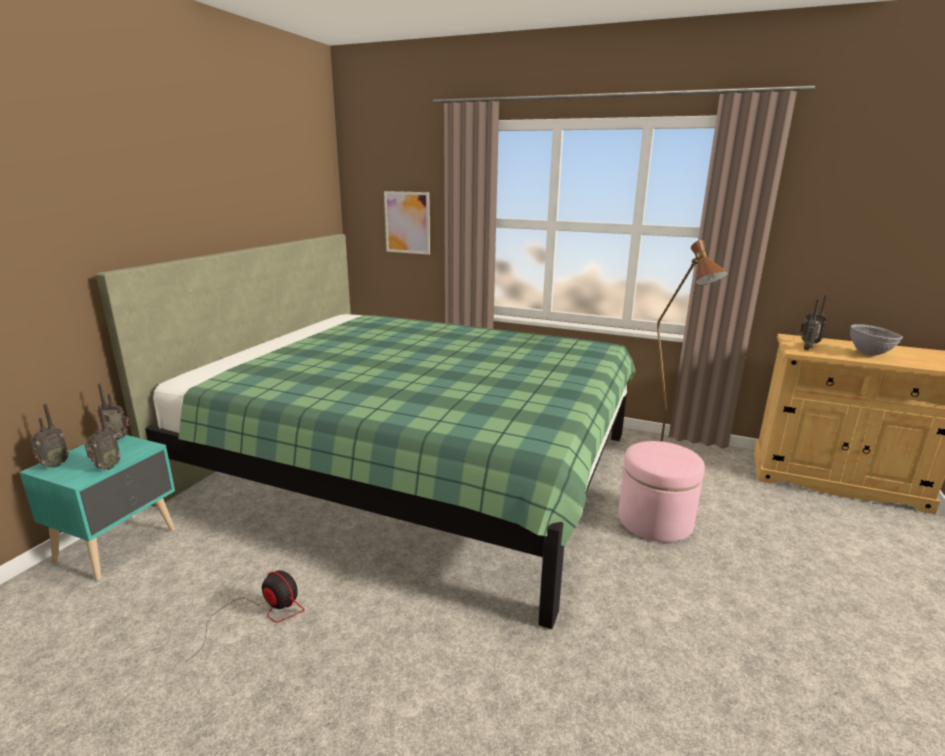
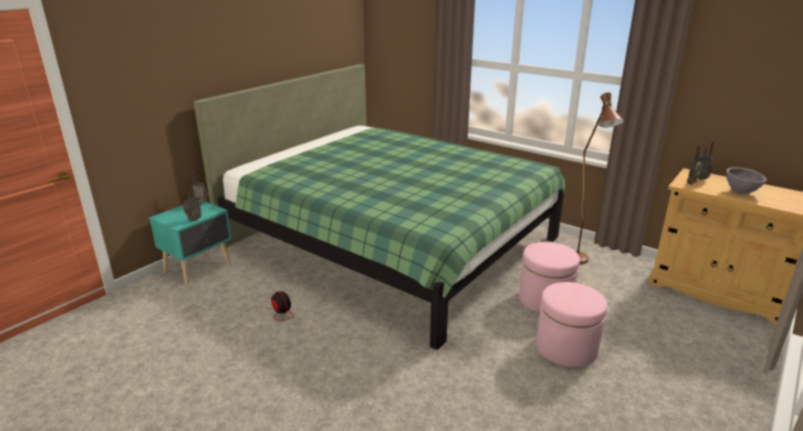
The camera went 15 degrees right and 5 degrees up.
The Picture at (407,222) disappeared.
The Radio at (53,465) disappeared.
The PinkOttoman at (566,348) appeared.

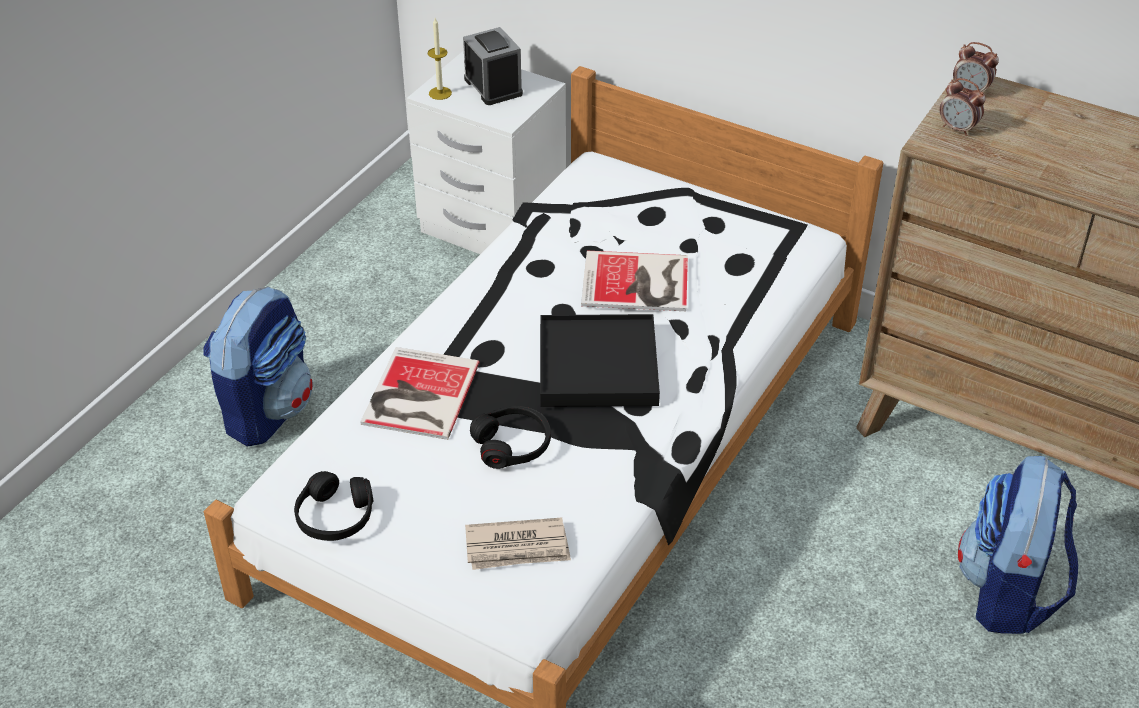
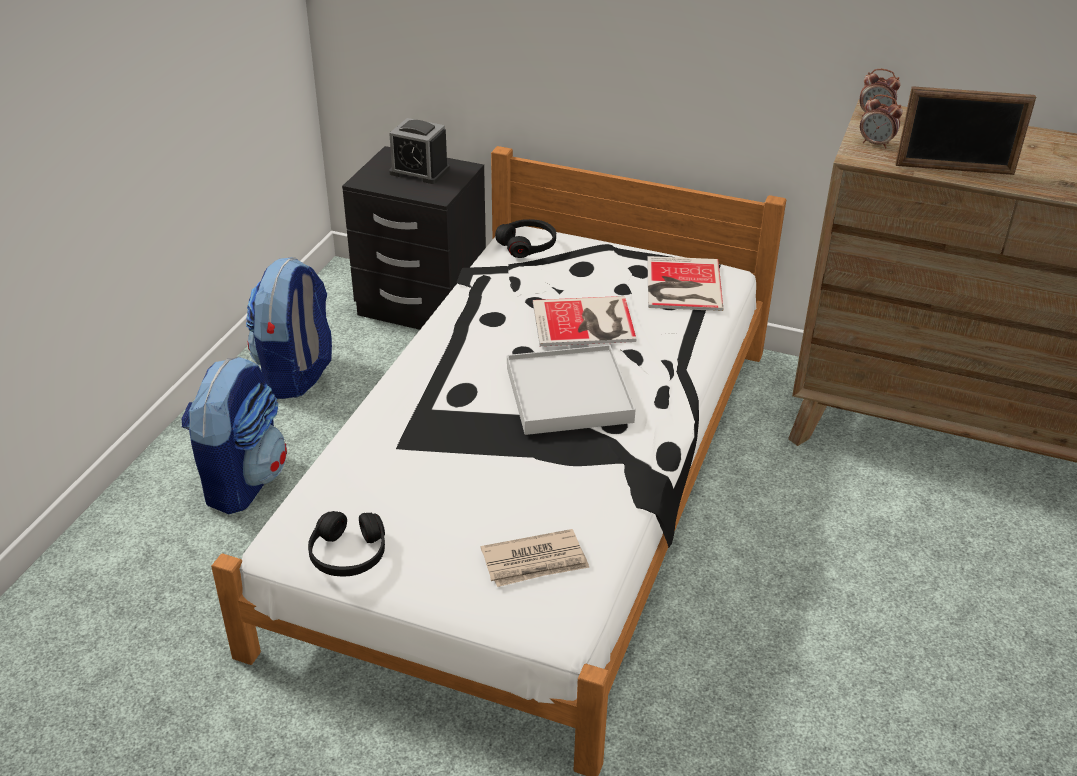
The camera went 10 degrees left and 5 degrees down.
The Candle at (440,93) disappeared.
The AlarmClock at (493,86) turned 150 degrees clockwise.
The WhiteNightstand at (493,226) became the BlackNightstand at (422,305).
The BlackTray at (598,366) became the WhiteTray at (569,394).
The Book moved from (417,395) to (681,285).
The BlackHeadphones moved from (512,444) to (527,245).
The Backpack moved from (1008,592) to (297,374).
The PictureFrame at (954,169) appeared.

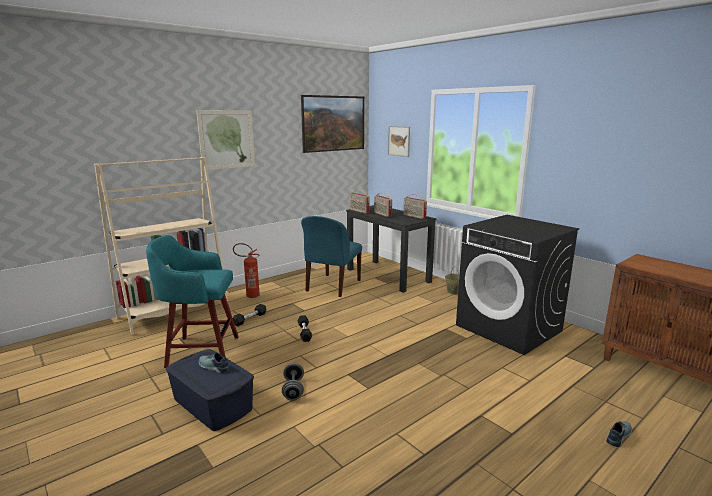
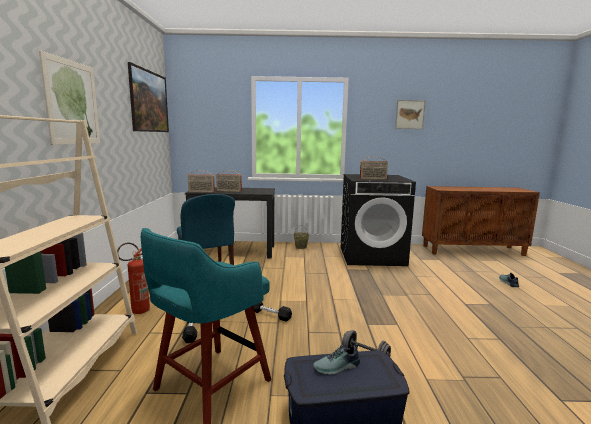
The camera went 50 degrees left and 5 degrees down.
The Picture moved from (399,141) to (410,114).
The Radio moved from (414,216) to (373,179).

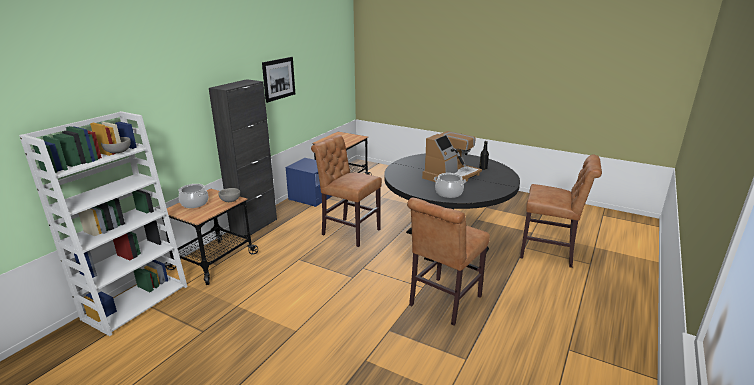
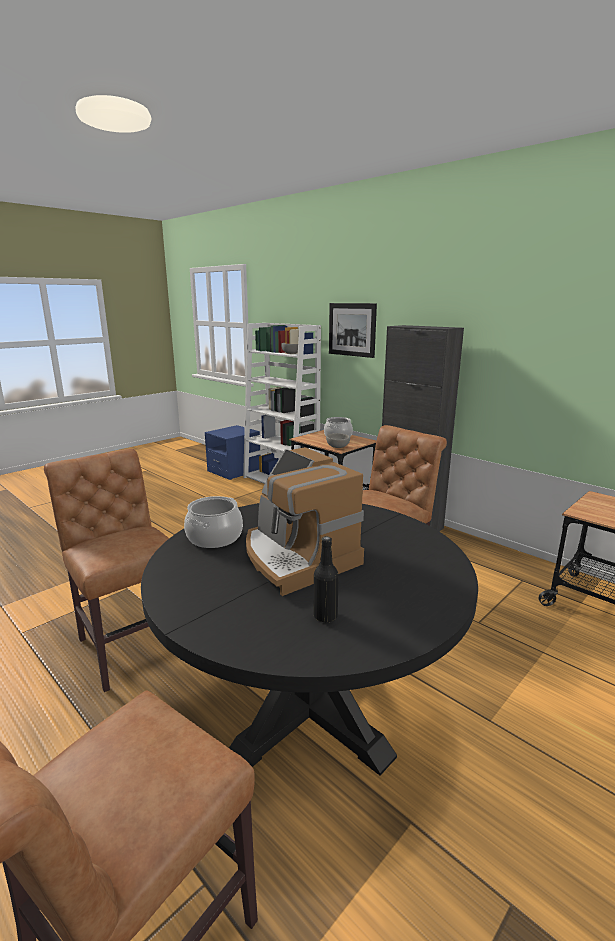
The camera went 105 degrees right and 5 degrees down.
The Picture moved from (279,79) to (352,329).
The BlueNightstand moved from (311,198) to (234,471).

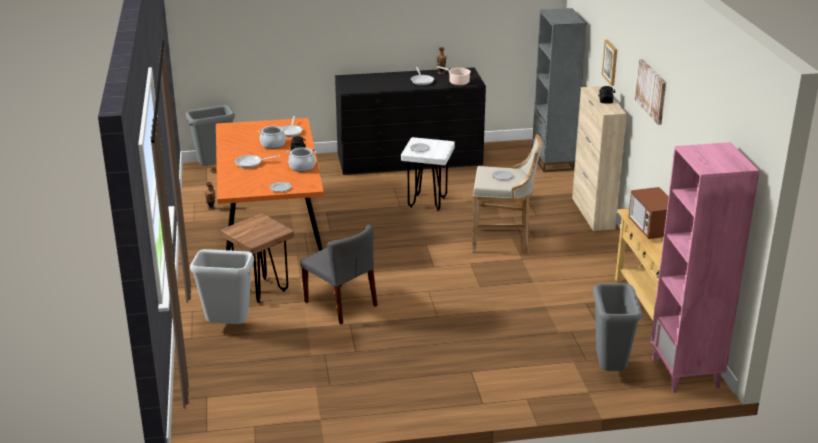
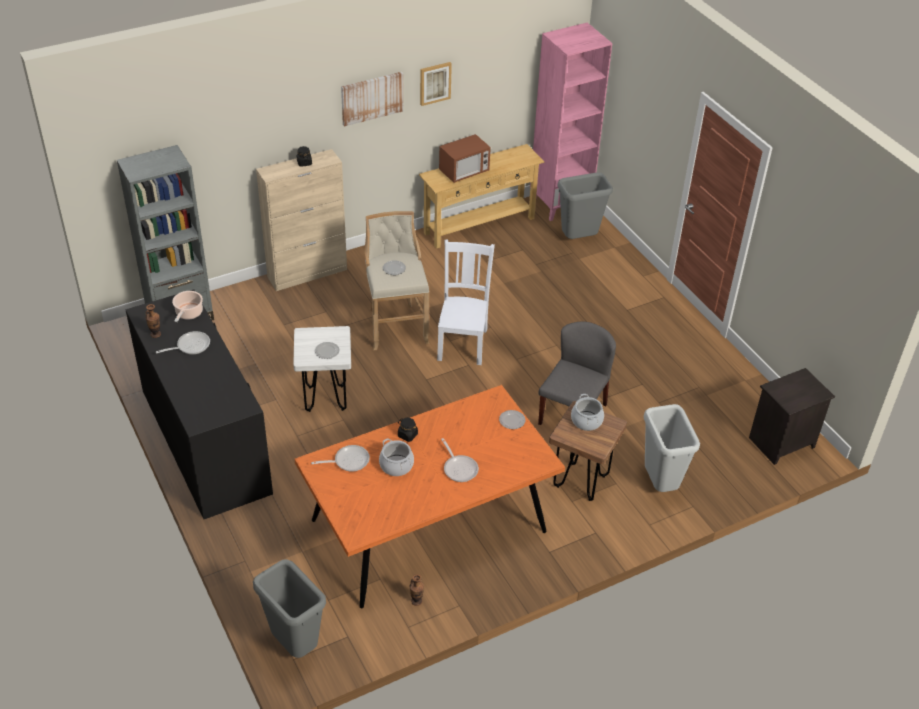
The camera went 110 degrees left and 15 degrees up.
The Picture moved from (610,62) to (435,83).
The CookingPot moved from (302,167) to (586,421).
The WhiteChair at (463,343) appeared.
The BlackNightstand at (781,443) appeared.

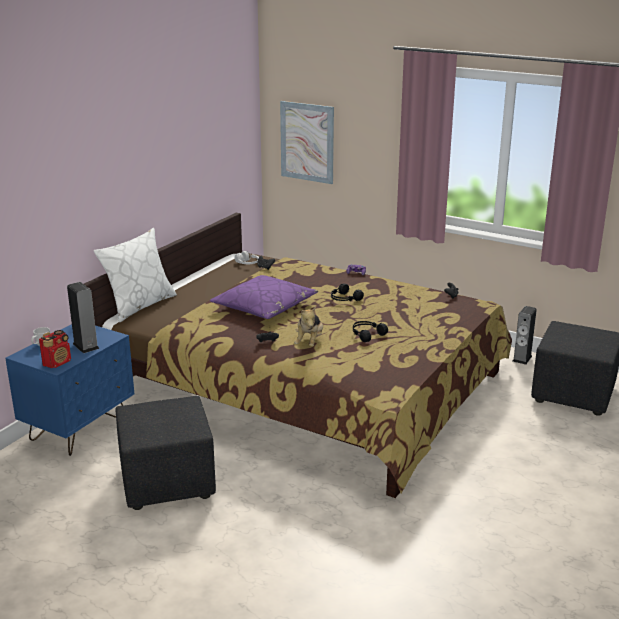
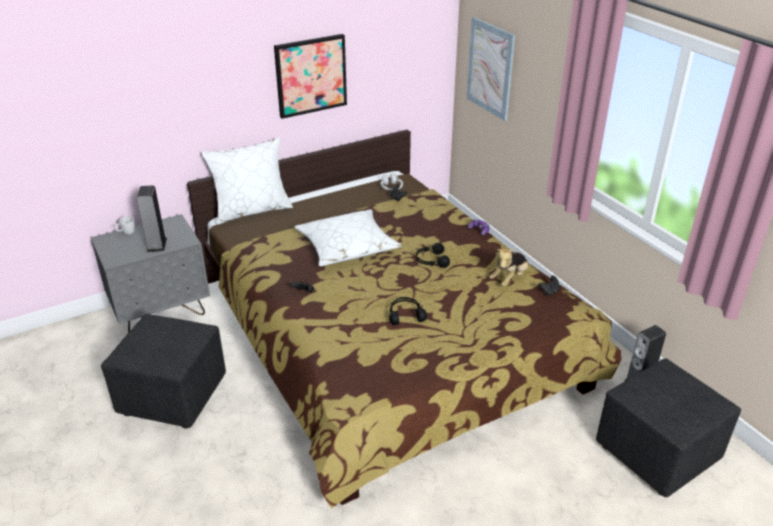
The camera went 30 degrees right and 10 degrees up.
The PurplePillow at (264,307) became the WhitePillow at (347,246).
The PlushToy moved from (309,342) to (509,279).
The BlueNightstand at (79,429) became the GreyNightstand at (161,312).
The Radio at (57,363) disappeared.
The Picture at (310,75) appeared.

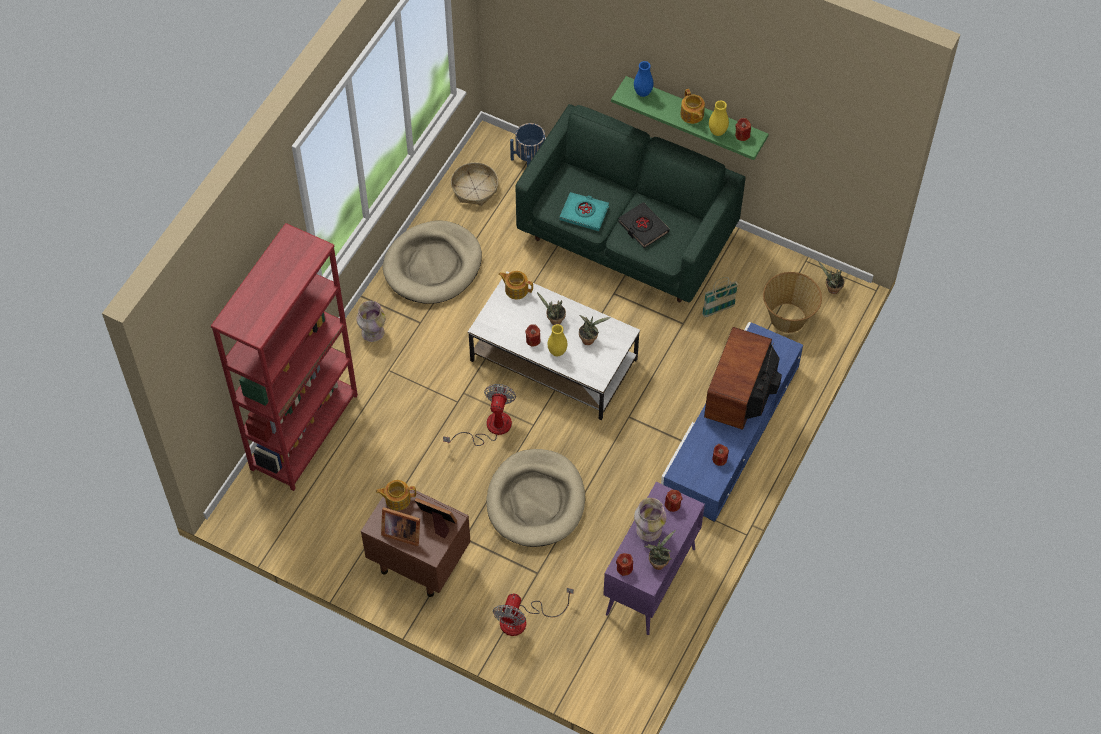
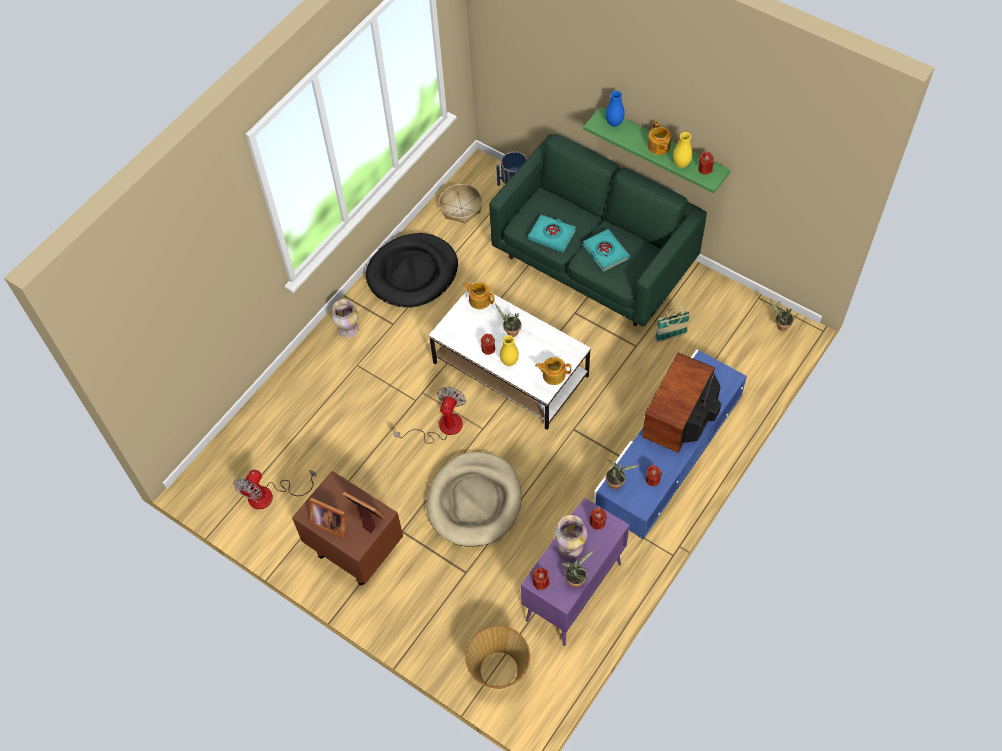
The camera went 10 degrees right and 0 degrees up.
The BlackBook at (643,227) became the TurquoiseBook at (605,252).
The BeigeDogBed at (433,265) became the BlackDogBed at (413,273).
The RedBookcase at (304,431) disappeared.
The Basket moved from (788,318) to (499,671).
The PottedPlant moved from (589,339) to (616,482).
The Teapot moved from (397,499) to (553,375).
The Fan moved from (523,620) to (270,495).

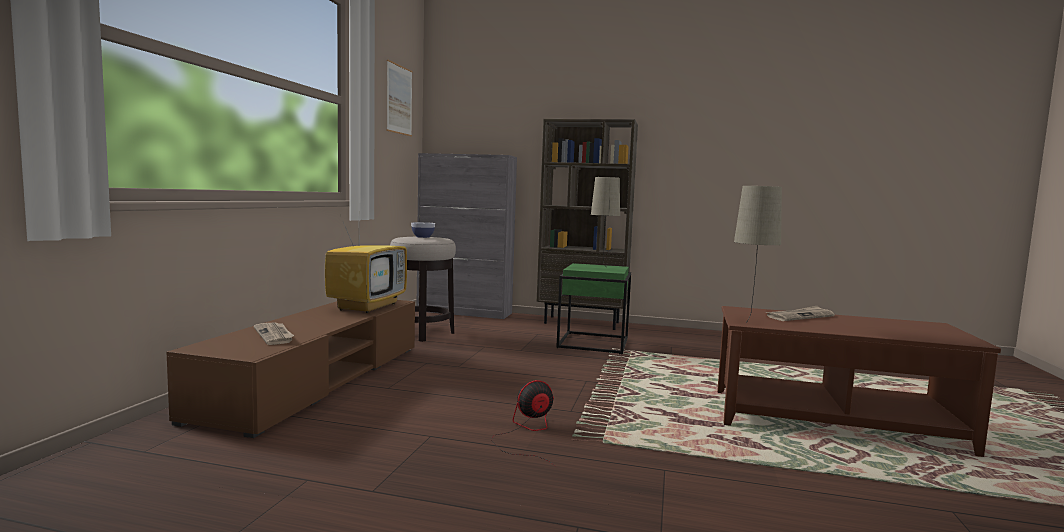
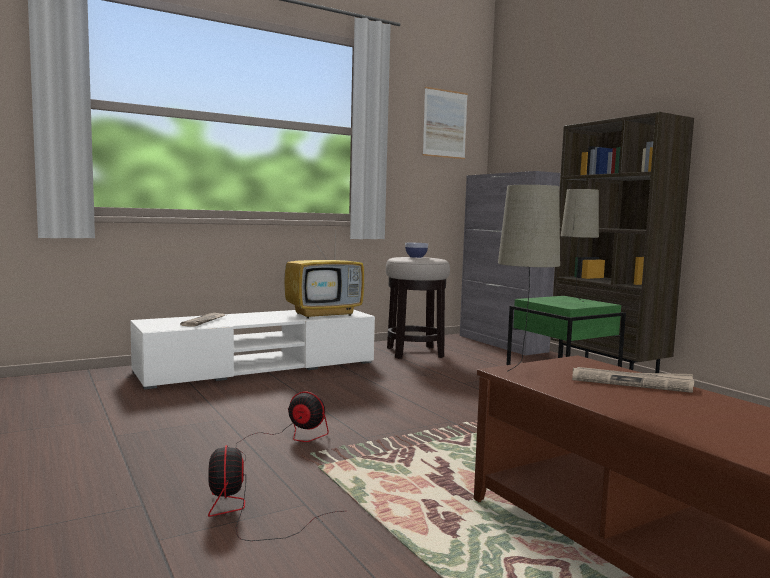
The camera went 45 degrees right and 0 degrees up.
The BrownTvStand at (317,380) became the WhiteTvStand at (258,367).
The Fan at (246,513) appeared.

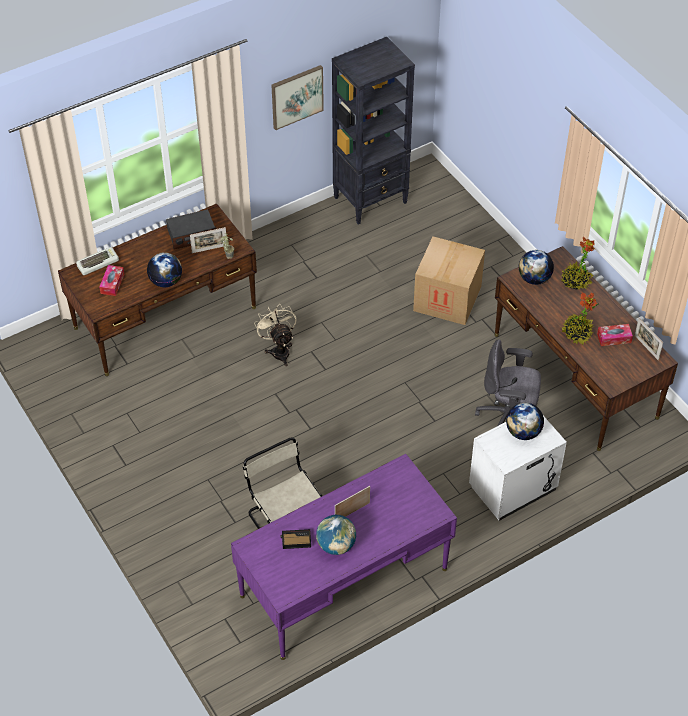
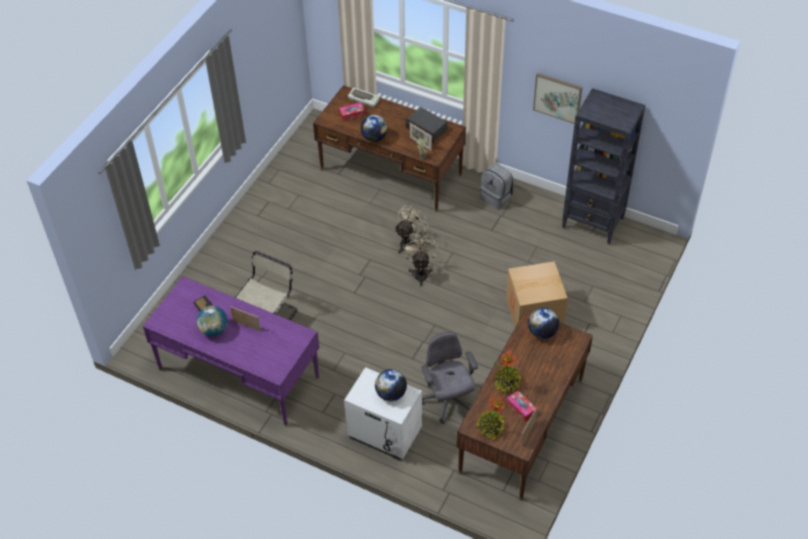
The camera went 60 degrees right and 0 degrees up.
The PottedPlant moved from (575,281) to (490,428).
The GreyBackpack at (496,197) appeared.
The BeigeFan at (420,272) appeared.

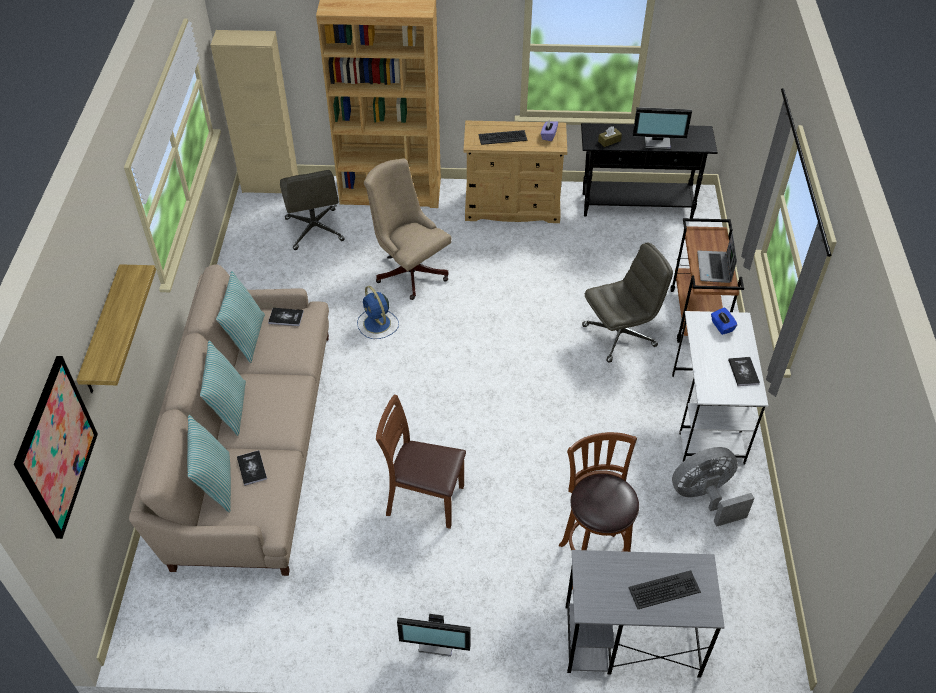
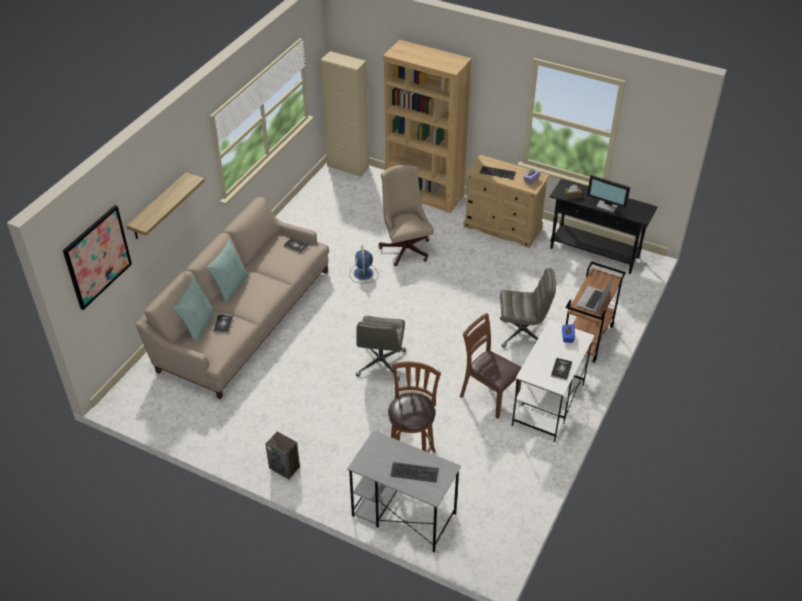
The camera went 25 degrees right and 5 degrees down.
The GreyOfficeChair moved from (315,230) to (381,364).
The Pillow at (246,337) disappeared.
The BrownChair moved from (424,499) to (489,396).
The GreyFan at (705,498) disappeared.
The Monitor at (437,640) was replaced by the Speaker at (285,467).

